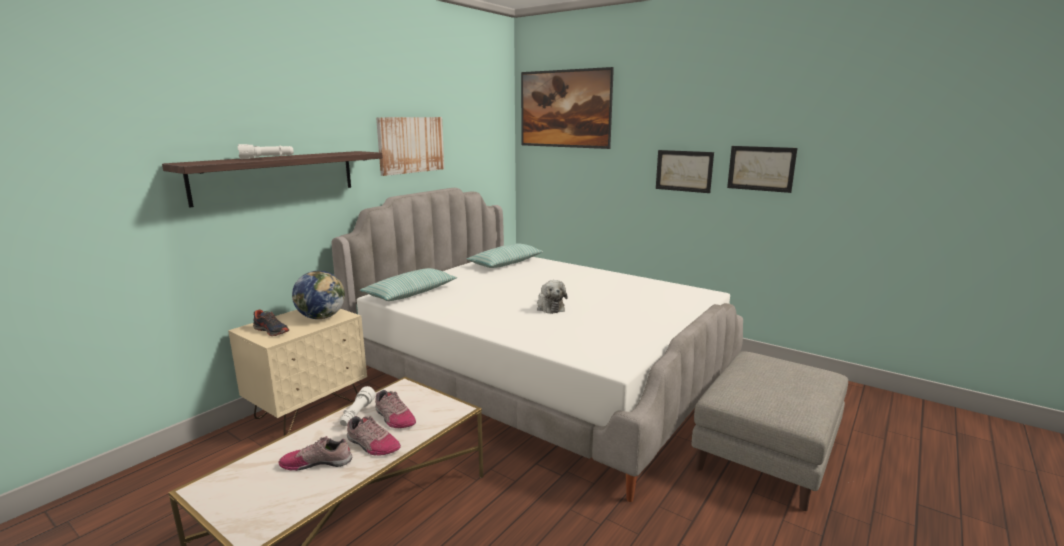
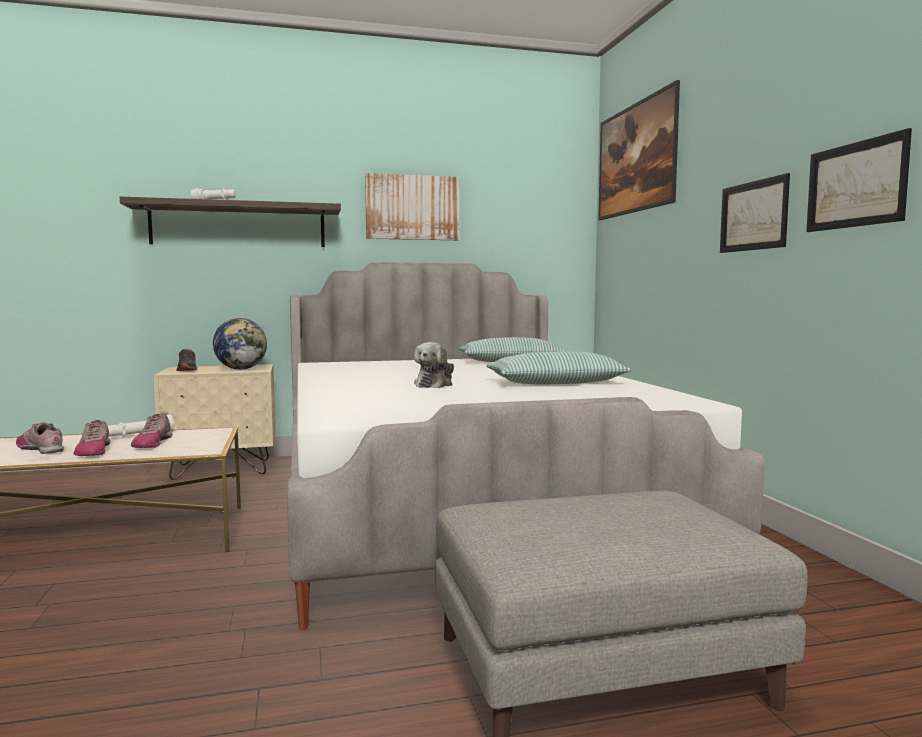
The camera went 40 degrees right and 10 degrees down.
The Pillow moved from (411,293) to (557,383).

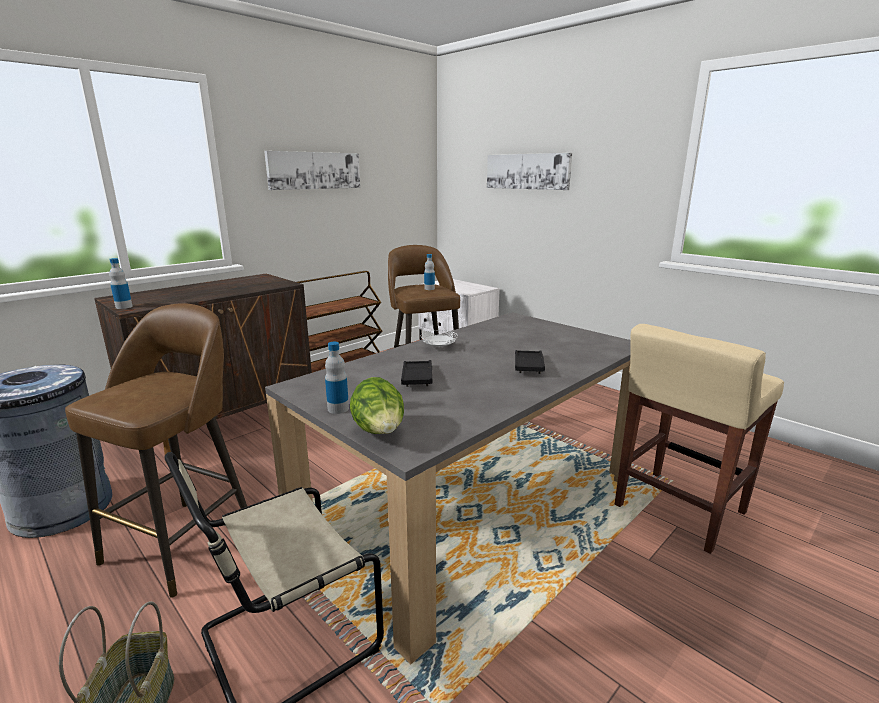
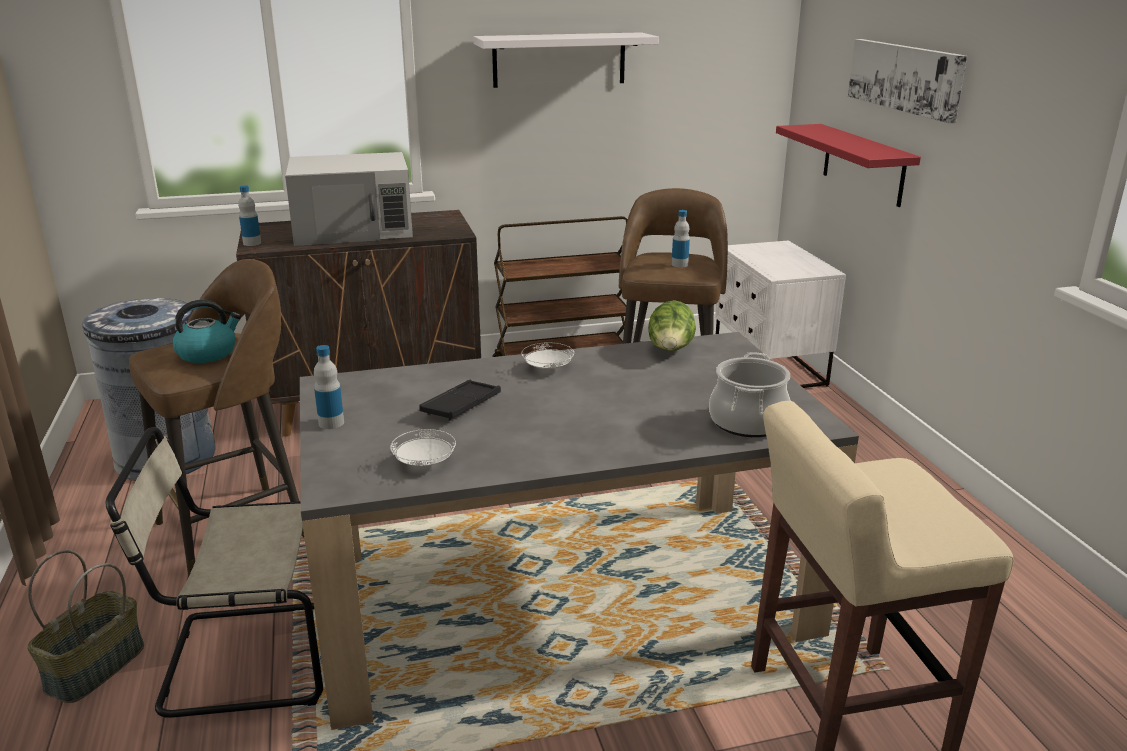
The camera went 30 degrees right and 5 degrees up.
The Picture at (314,170) was replaced by the WhiteShelf at (559,59).
The BlackTray at (528,365) disappeared.
The Lettuce moved from (379,432) to (671,351).
The RedShelf at (863,164) appeared.
The WhiteMicrowave at (354,229) appeared.
The Kettle at (208,353) appeared.
The CookingPot at (747,422) appeared.
The WhitePlate at (424,463) appeared.

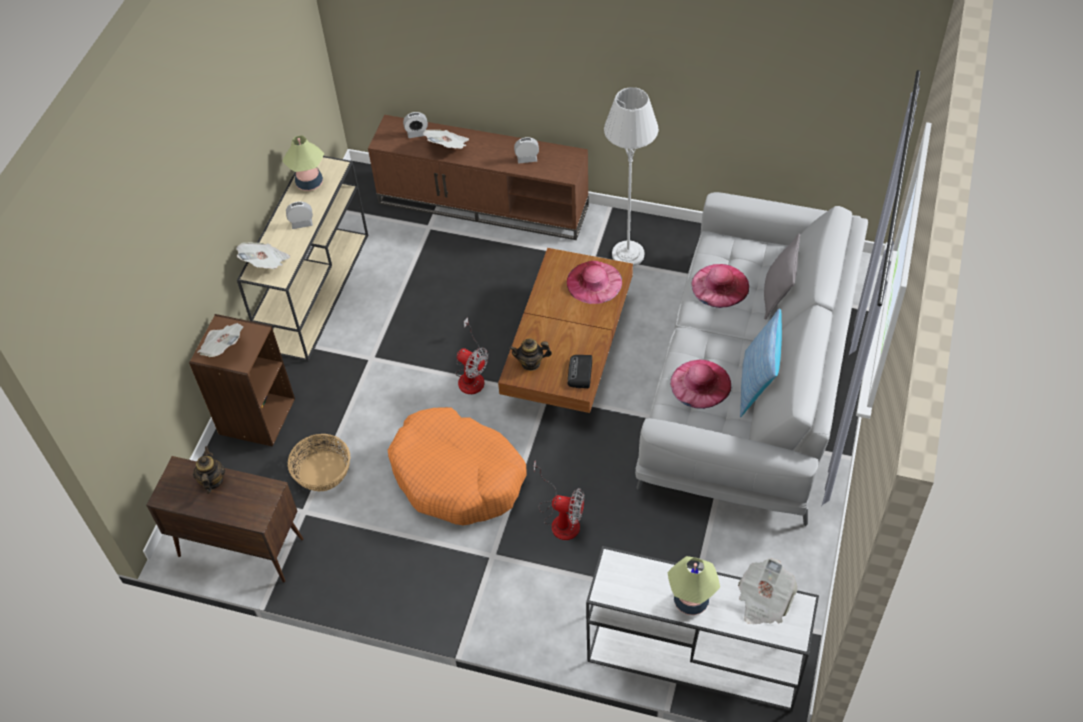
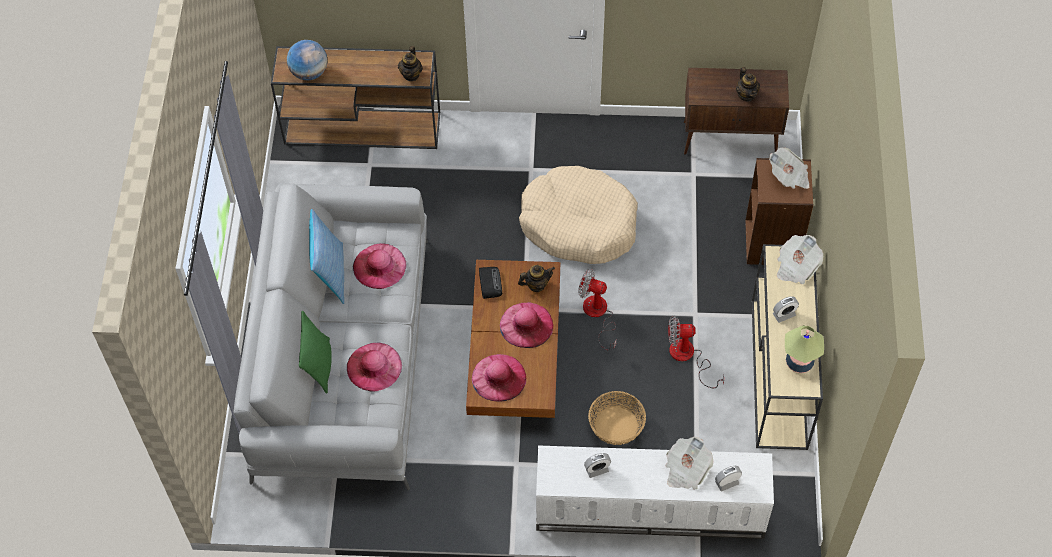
The camera went 165 degrees right and 5 degrees up.
The GreyFloorLamp at (628,254) disappeared.
The BrownTvStand at (484,204) became the WhiteTvStand at (648,511).
The GreyPillow at (777,295) became the GreenPillow at (319,366).
The OrangeDogBed at (458,476) became the BeigeDogBed at (578,224).
The Basket moved from (322,472) to (616,425).
The Fan moved from (561,518) to (688,357).
The WhiteConsoleTable at (692,658) became the BrownConsoleTable at (364,128).
The TableLamp at (691,601) disappeared.
The Newspaper at (763,601) was replaced by the Globe at (309,72).
The Teapot at (411,74) appeared.
The PinkHat at (526,325) appeared.

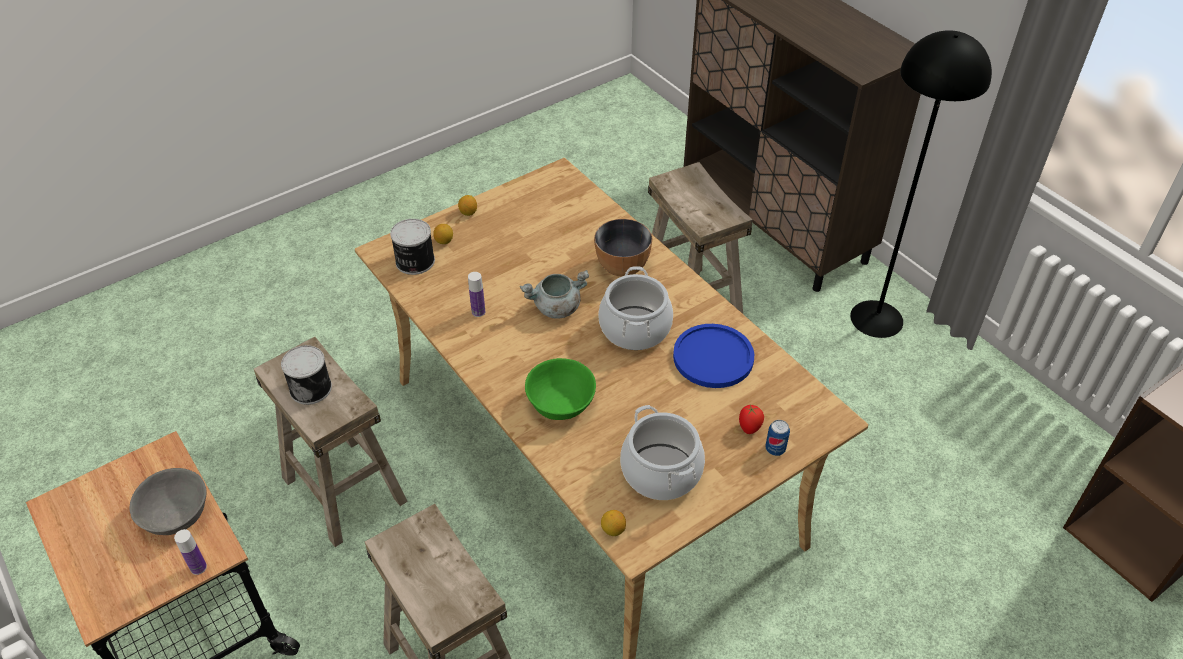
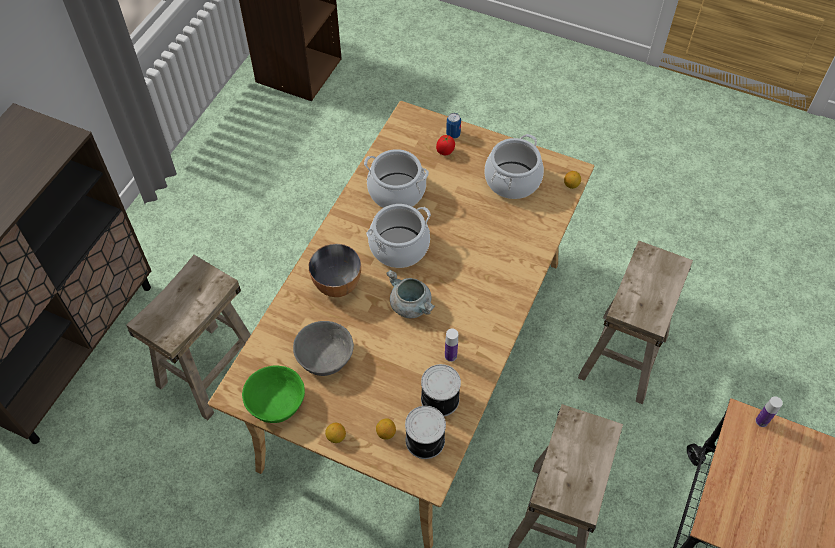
The camera went 120 degrees left and 10 degrees up.
The BlackFloorLamp at (876,318) disappeared.
The BluePlate at (713,357) was replaced by the CookingPot at (396,192).
The Can moved from (311,387) to (438,399).
The GreenBowl moved from (561,403) to (276,403).
The GreyBowl moved from (176,515) to (325,357).

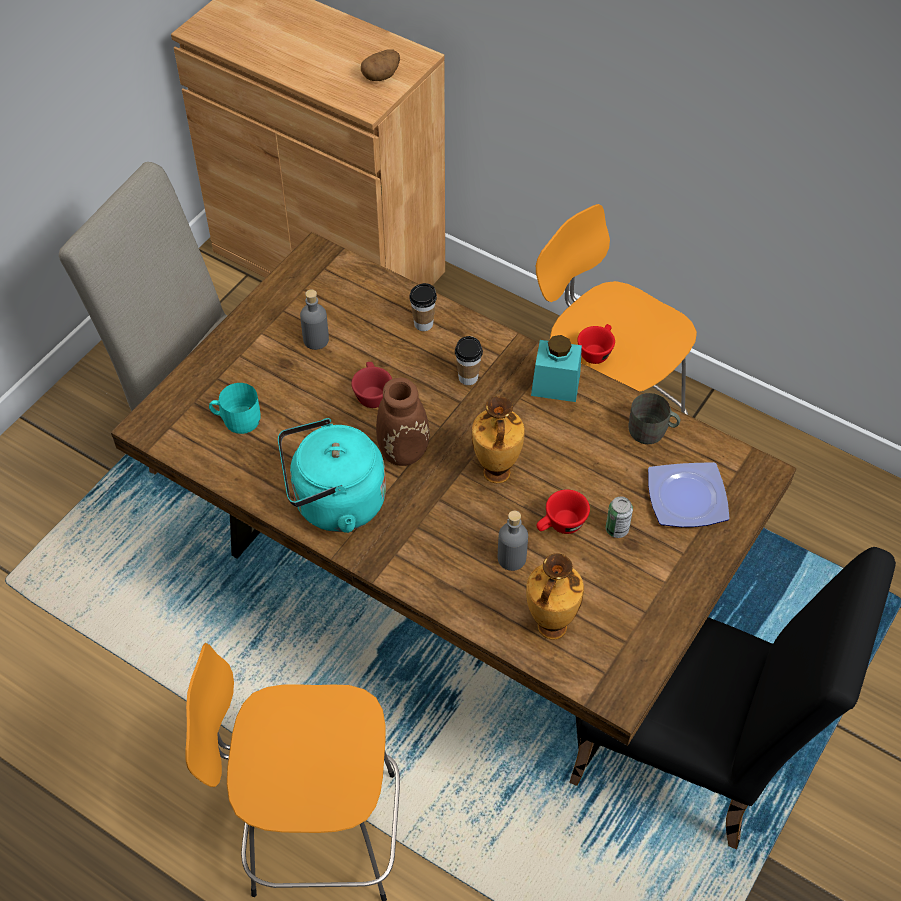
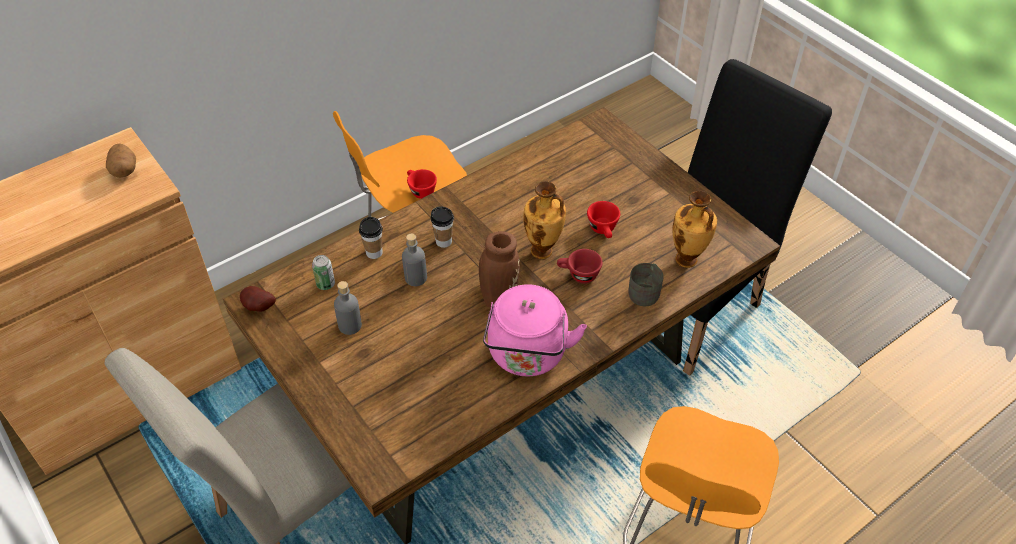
The camera went 70 degrees left and 5 degrees down.
The TurquoiseJar at (555,385) disappeared.
The RedCup moved from (371,393) to (578,275).
The TurquoiseMug at (236,419) disappeared.
The GreyMug moved from (652,431) to (646,291).
The TurquoiseKettle at (334,503) became the PinkKettle at (527,356).
The Plate at (685,499) disappeared.
The Can moved from (617,529) to (325,284).
The GreyBottle moved from (511,558) to (415,278).
The Potato at (258,308) appeared.

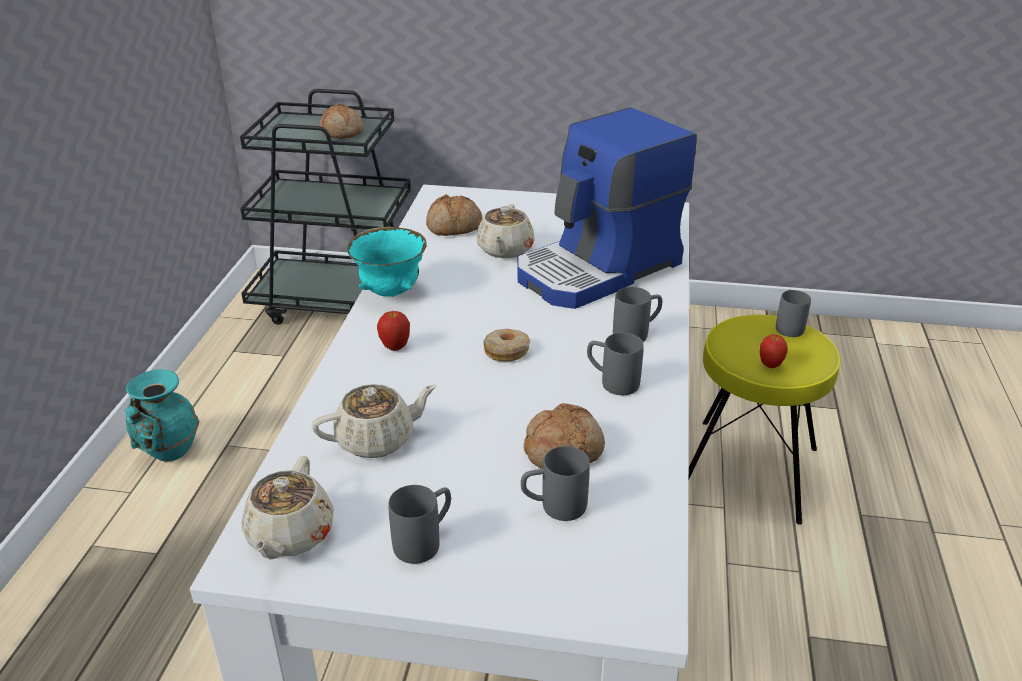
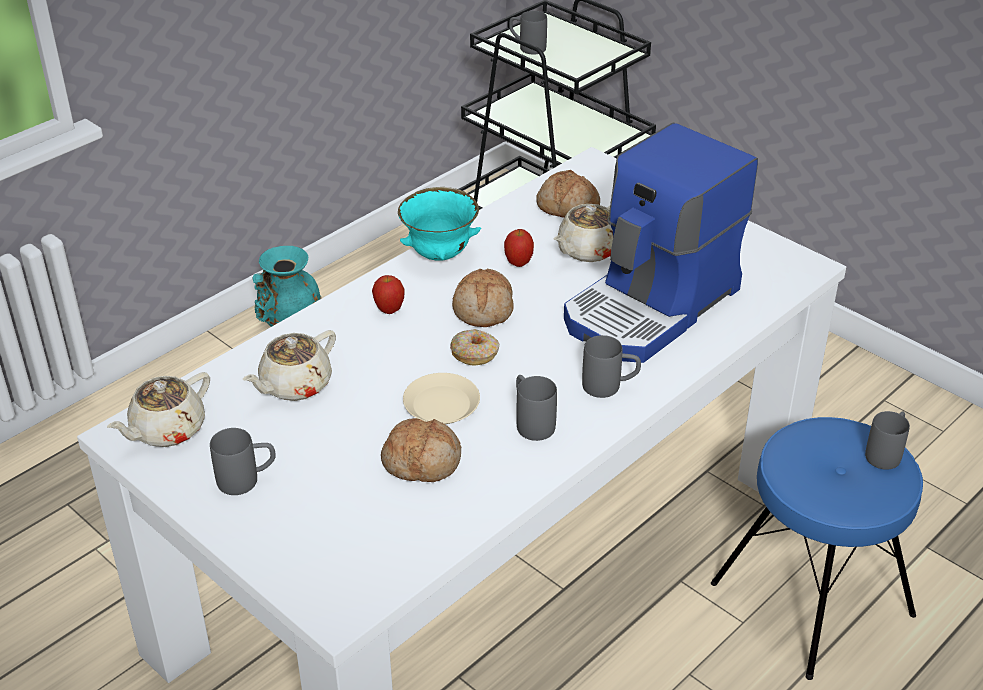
The camera went 35 degrees right and 5 degrees up.
The Bread moved from (342,131) to (484,309).
The CoffeeMachine at (599,270) turned 45 degrees counterclockwise.
The YellowStool at (749,470) became the BlueStool at (812,600).
The Apple moved from (770,365) to (518,263).
The BeigeTeapot at (377,439) turned 120 degrees clockwise.
The GreyMug moved from (553,507) to (527,47).
The BeigePlate at (441,405) appeared.

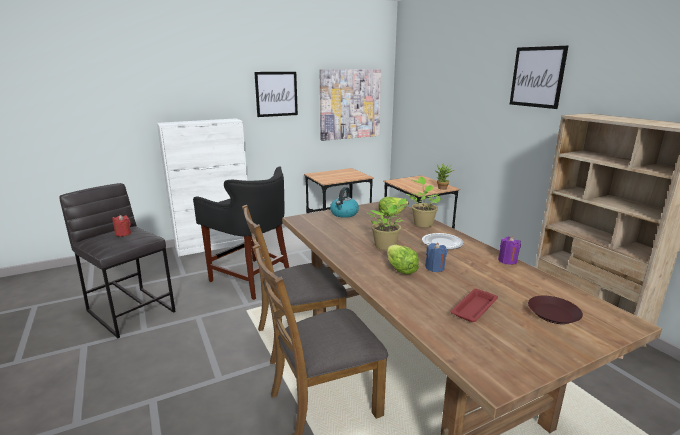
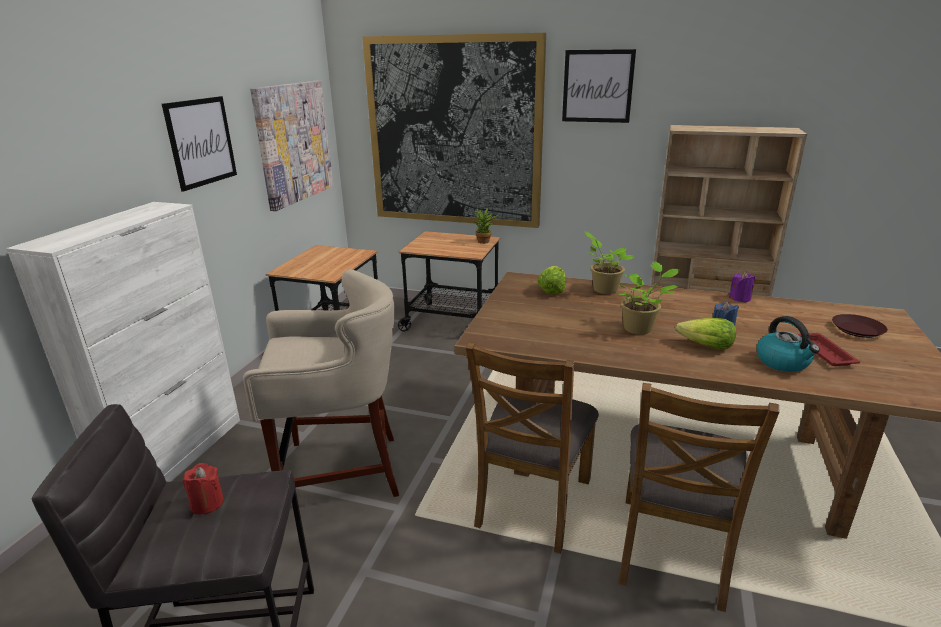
The camera went 45 degrees left and 5 degrees up.
The BlackStool at (251,278) became the BeigeStool at (340,470).
The Kettle moved from (344,214) to (783,362).
The Plate at (441,243) disappeared.
The Picture at (455,133) appeared.

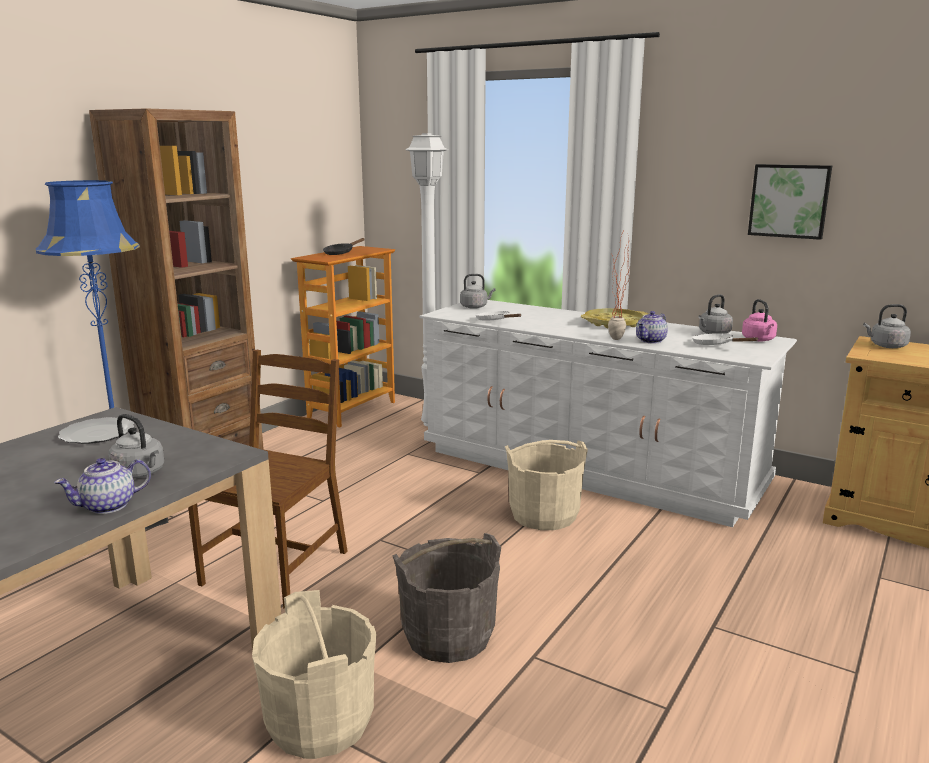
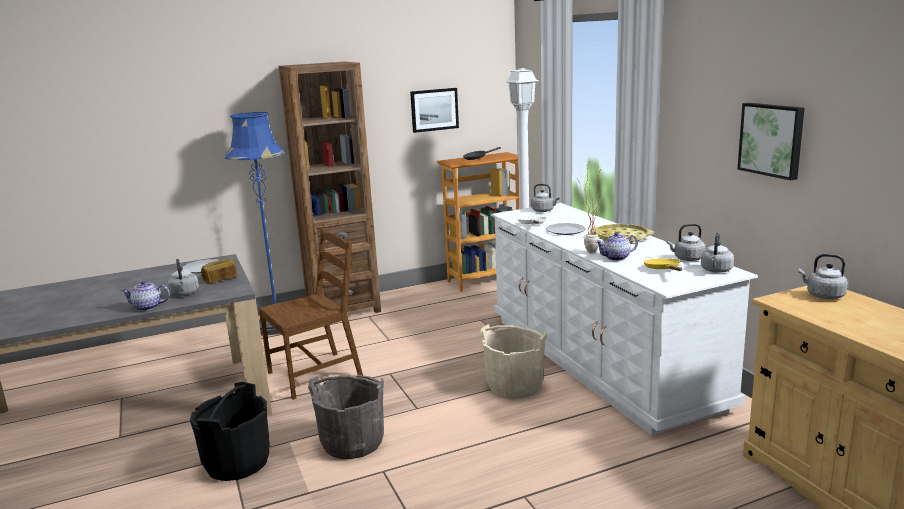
The camera went 35 degrees right and 0 degrees up.
The PinkKettle at (759,340) became the GreyKettle at (716,270).
The WhiteFryingPan at (716,345) became the YellowFryingPan at (663,270).
The BeigeBucket at (319,722) became the BlackBucket at (237,462).
The Picture at (434,109) appeared.
The Plate at (566,230) appeared.
The Bread at (220,279) appeared.

